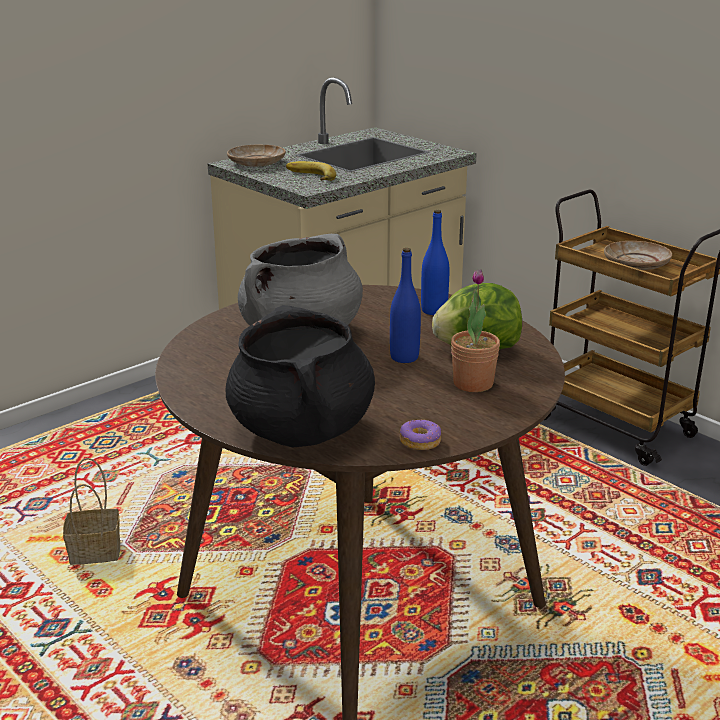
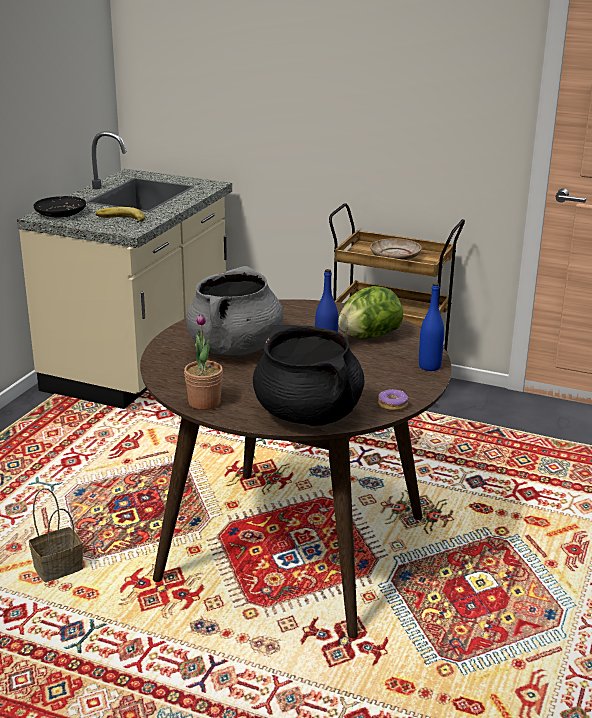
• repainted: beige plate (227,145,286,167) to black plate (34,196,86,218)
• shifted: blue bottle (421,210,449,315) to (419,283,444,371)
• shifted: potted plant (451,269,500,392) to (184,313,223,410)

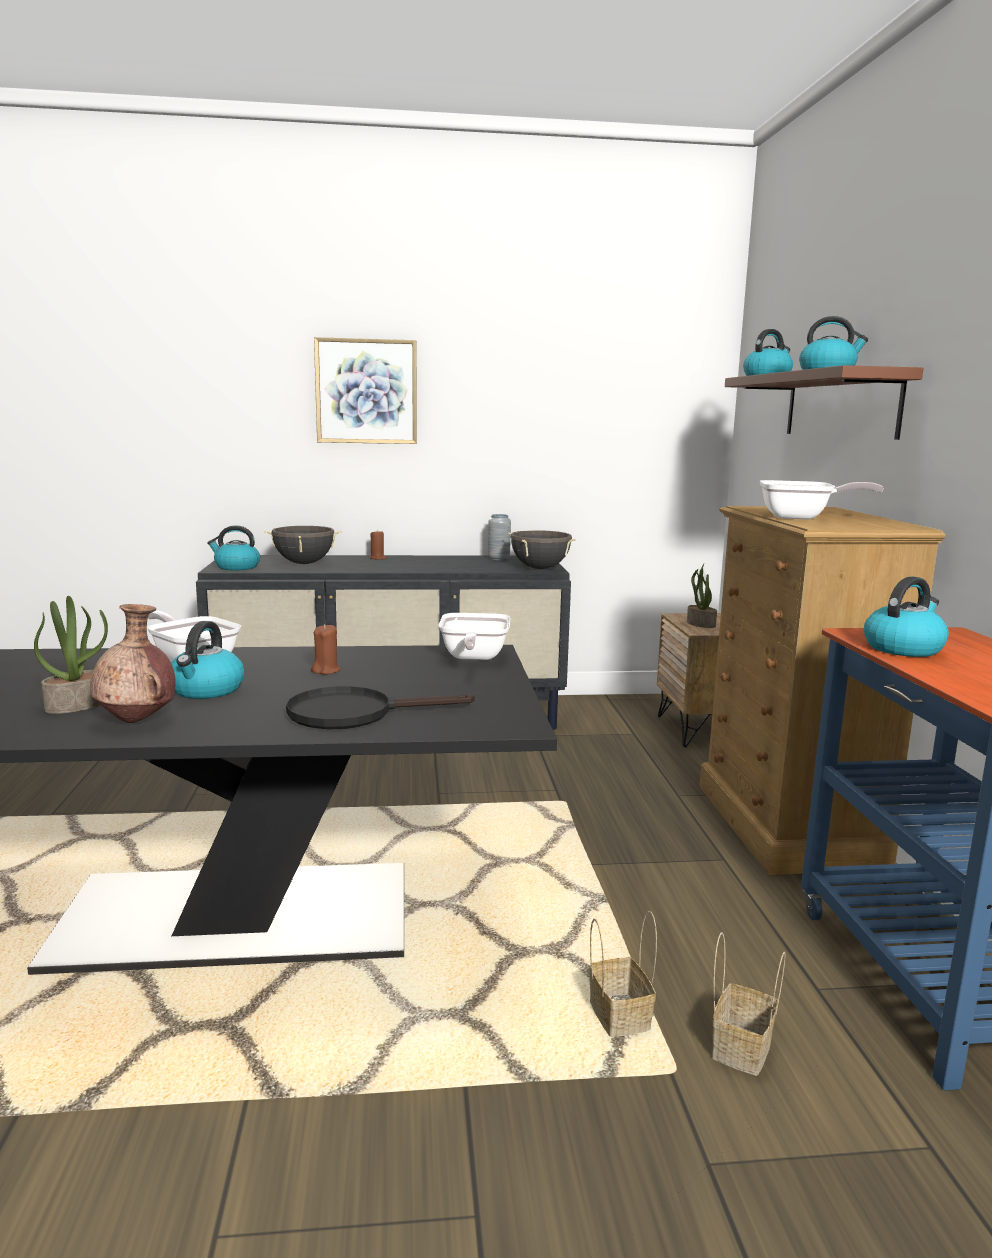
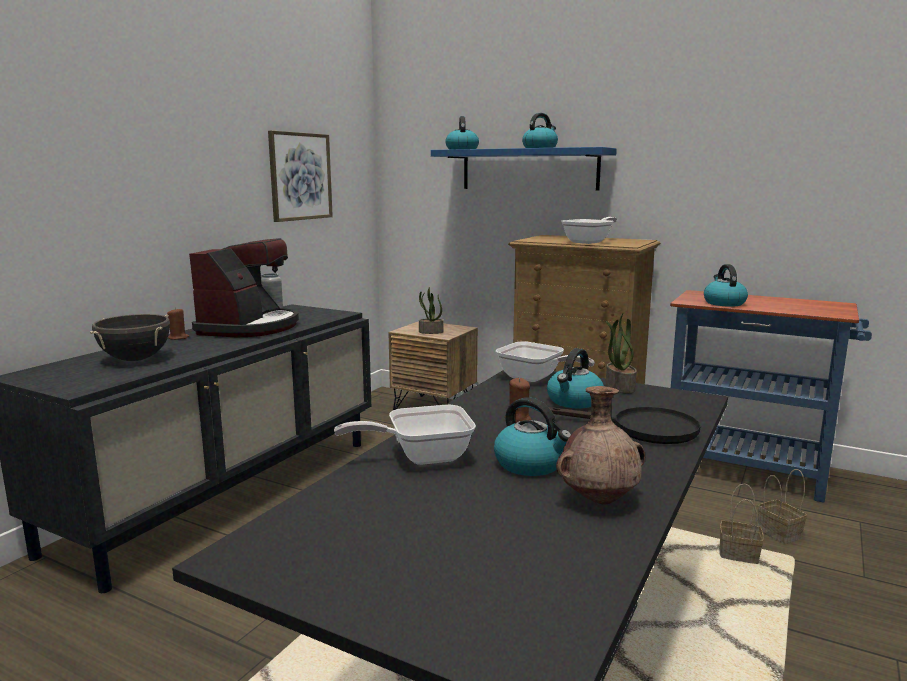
• shifted: picture (314,337,417,444) to (268,130,333,222)
• repainted: brown shelf (725,365,923,440) to blue shelf (431,147,617,191)
• shifted: kettle (207,525,260,571) to (547,348,604,408)
• gone: black cooking pot (508,530,576,569)
• shifted: potted plant (34,596,108,714) to (605,313,637,394)
• rotated: black frying pan (286,686,475,729) = (549,407,700,444) 90 degrees counterclockwise
• new: coffee machine (189,238,299,338)

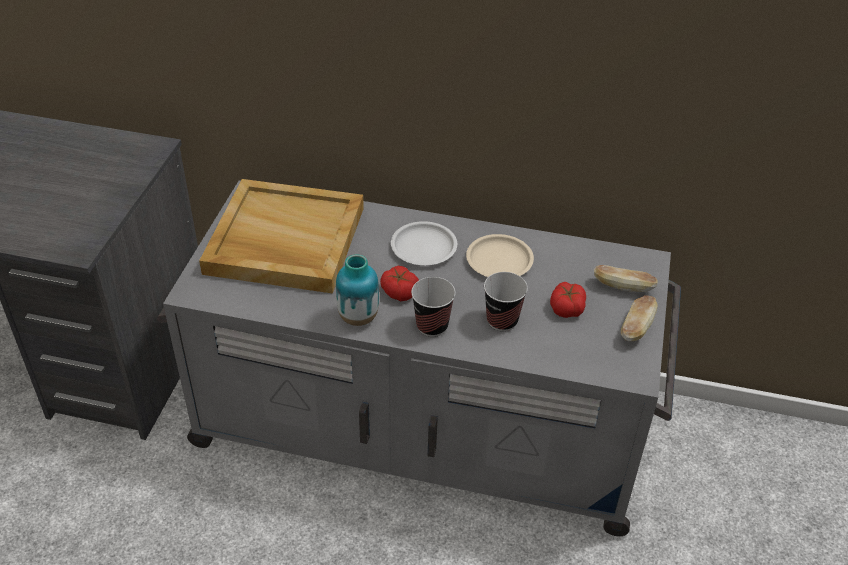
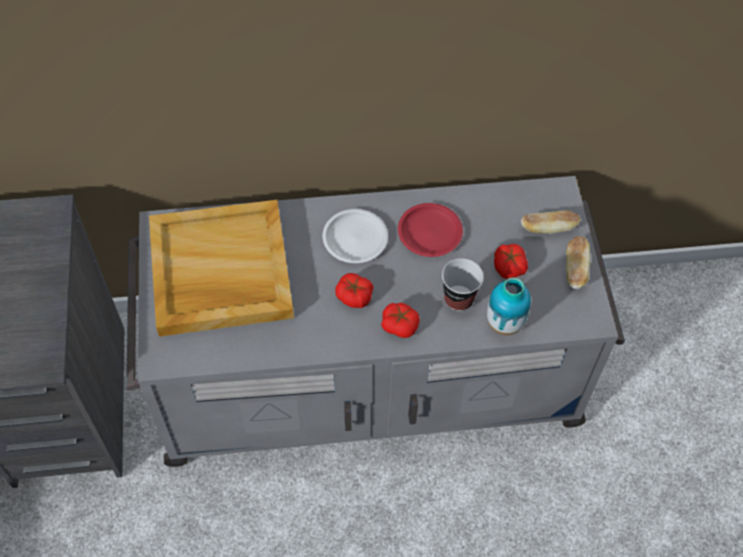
• repainted: beige plate (466,234,534,277) to red plate (398,203,463,257)
• shifted: vase (336,254,379,326) to (487,277,531,335)
• swapped: cup (411,277,456,337) to tomato (381,303,420,338)

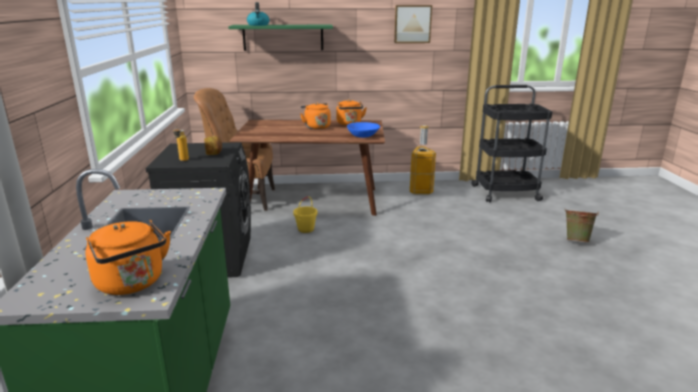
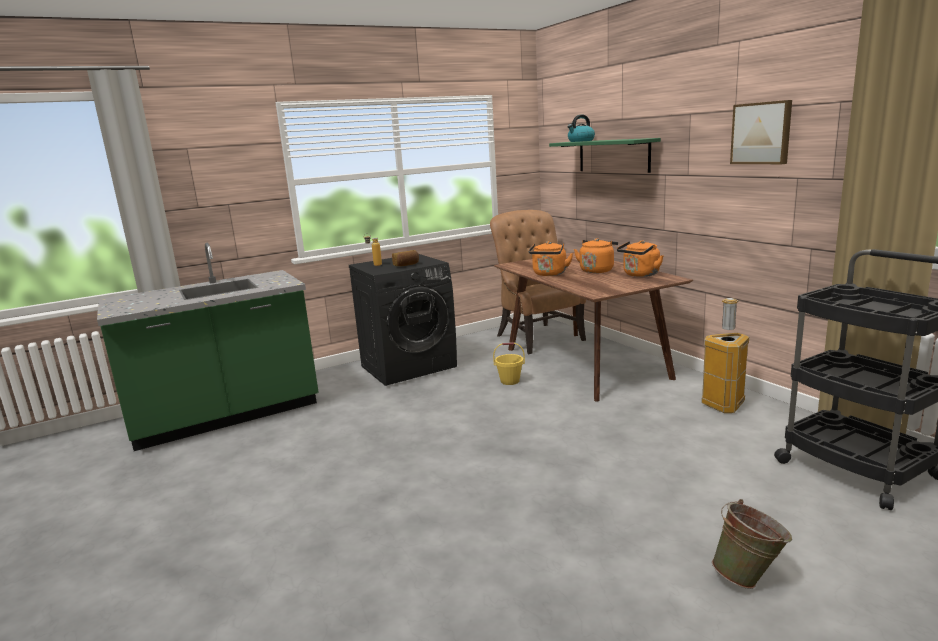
• gone: blue bowl (347,122,380,138)
• shifted: orange kettle (85,220,171,295) to (529,241,573,276)

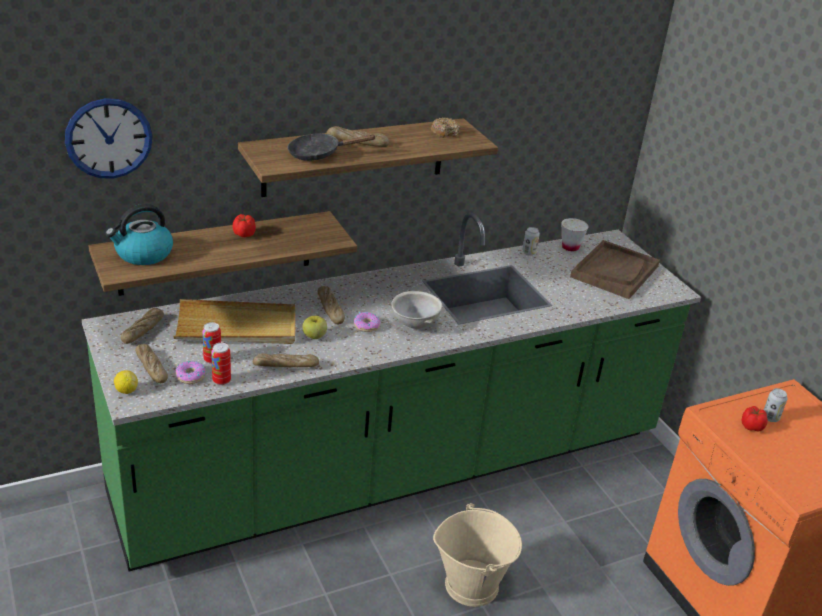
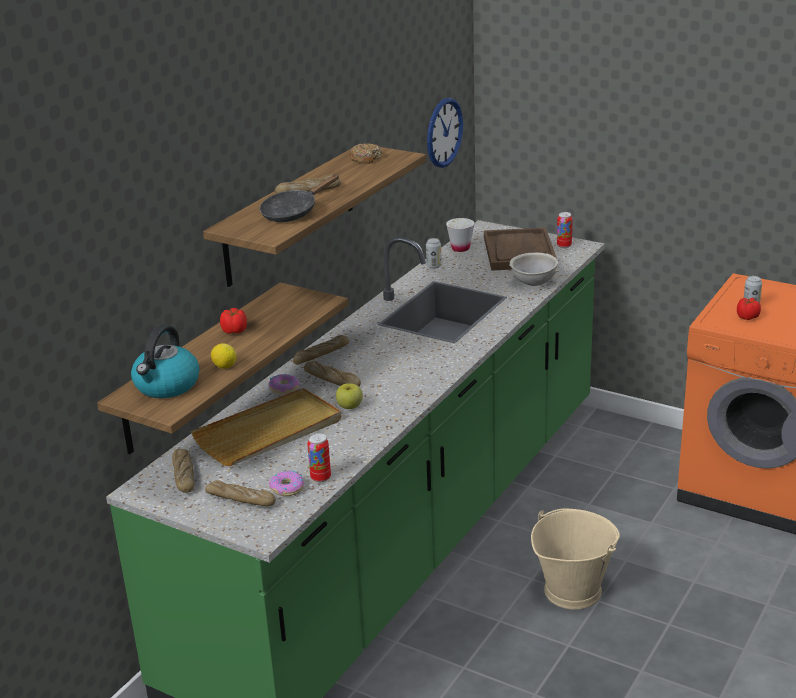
• shifted: wall clock (65,98,153,179) to (427,98,463,168)
• shifted: grey bowl (391,291,442,329) to (509,253,559,286)
• shifted: donut (354,312,381,332) to (269,374,300,394)
• shifted: can (202,322,221,364) to (557,212,573,248)
• shifted: bread (253,353,319,367) to (293,335,349,364)
• shifted: lemon (114,370,138,394) to (211,343,237,368)

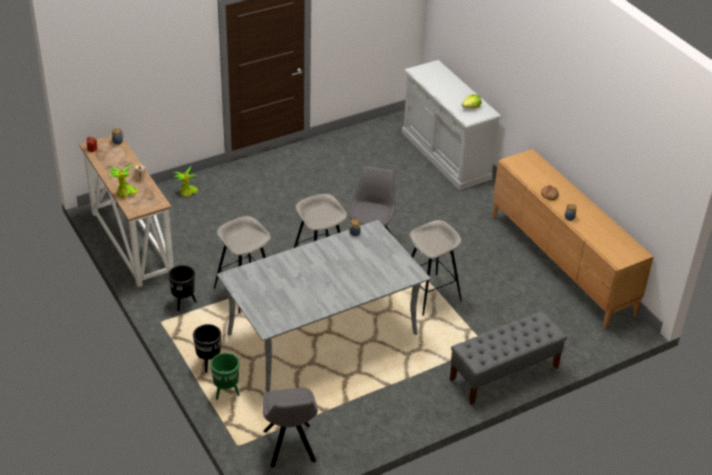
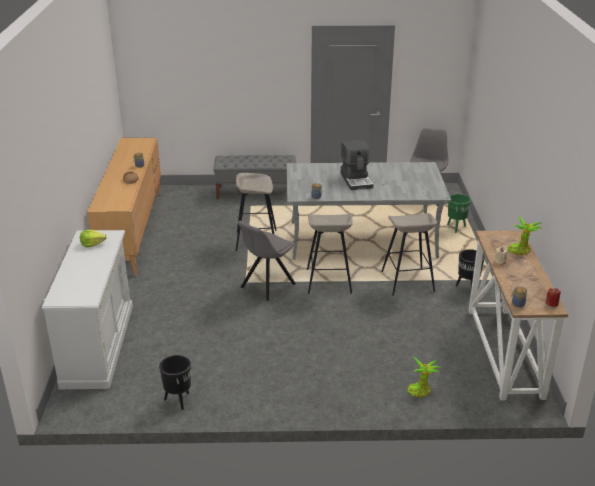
• shifted: black planter (193,324,221,373) to (159,355,191,410)
• new: coffee machine (341,140,373,190)

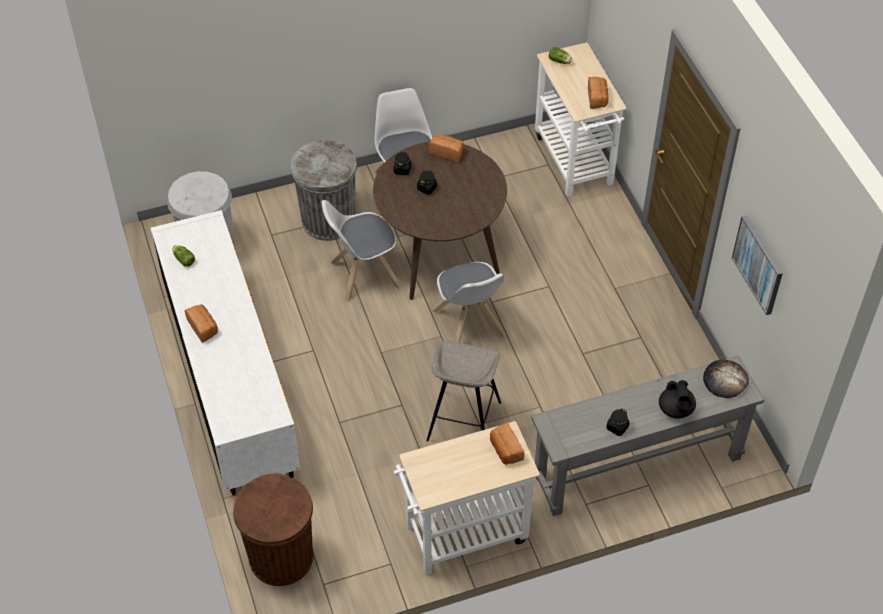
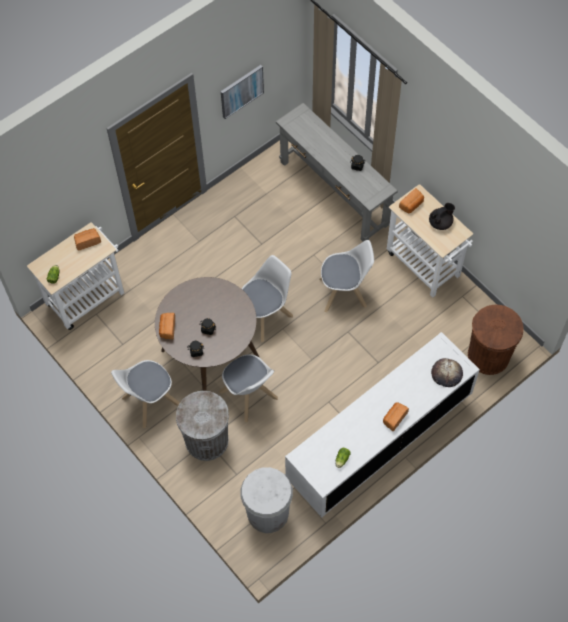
• swapped: grey stool (427,341,501,442) to chair (320,240,374,312)
• shifted: bread (703,360,749,398) to (431,358,463,387)
• shifted: black teapot (659,380,696,419) to (429,203,455,230)

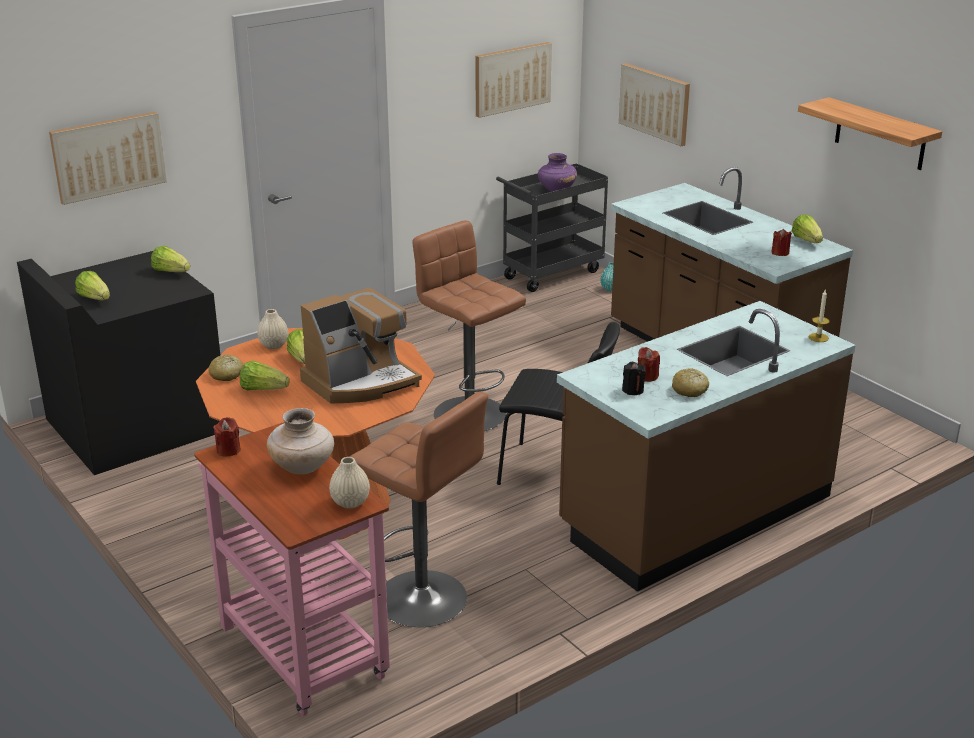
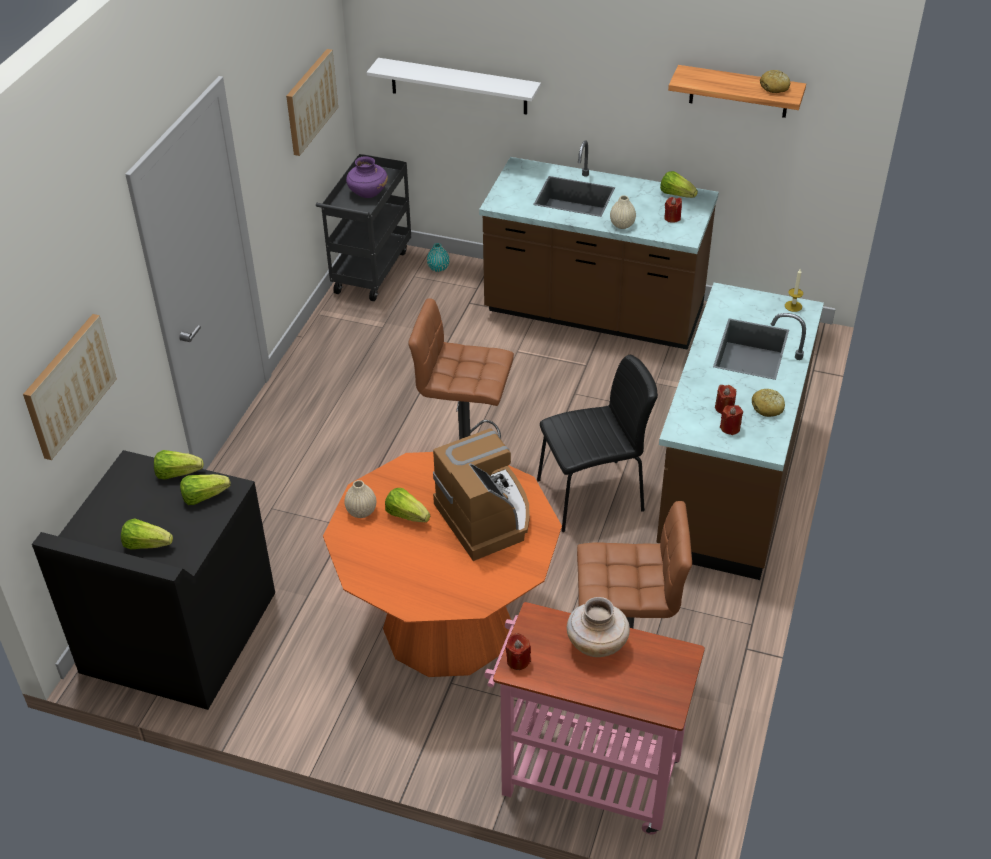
• swapped: picture (619,63,690,146) to white shelf (367,58,541,115)
• rotated: coffee machine (300,288,422,404) = (433,428,530,561) 45 degrees counterclockwise
• shifted: bread (209,354,243,381) to (760,70,790,93)
• shifted: lettuce (240,361,290,390) to (180,474,230,505)
• repainted: black candle (622,362,646,395) to red candle (720,405,743,435)
• shifted: beige vase (329,457,370,508) to (610,195,636,229)

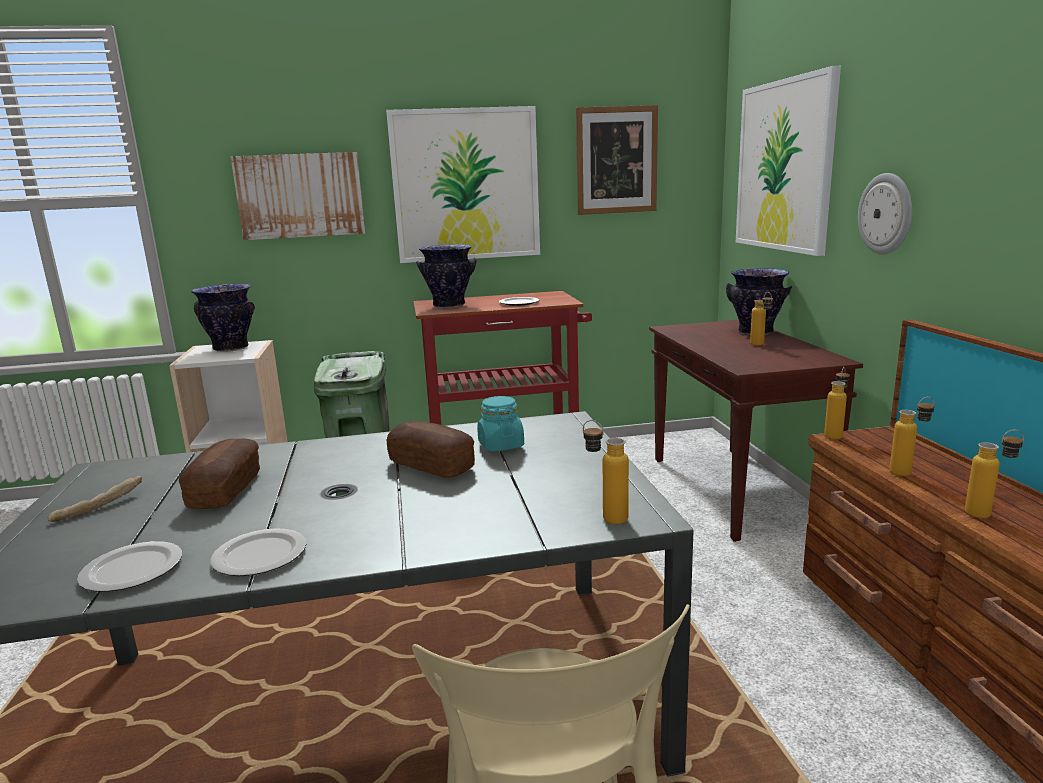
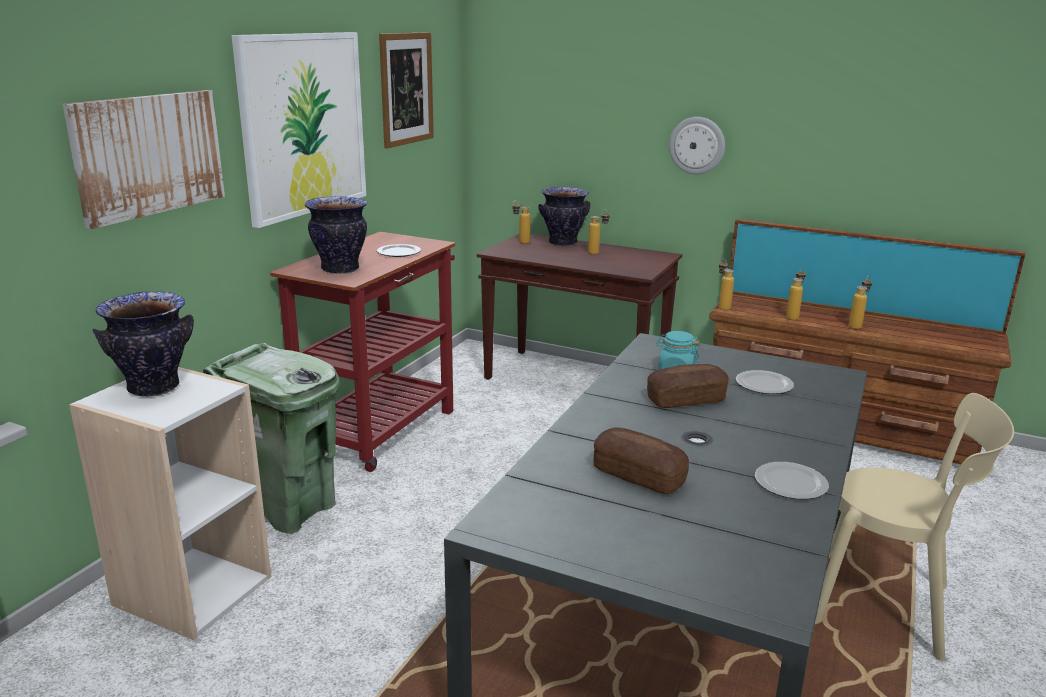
• gone: picture (736,66,841,256)
• shifted: bottle (583,420,629,524) to (512,200,530,244)
• gone: bread (48,476,142,522)
• shifted: plate (77,541,182,592) to (736,370,794,394)

